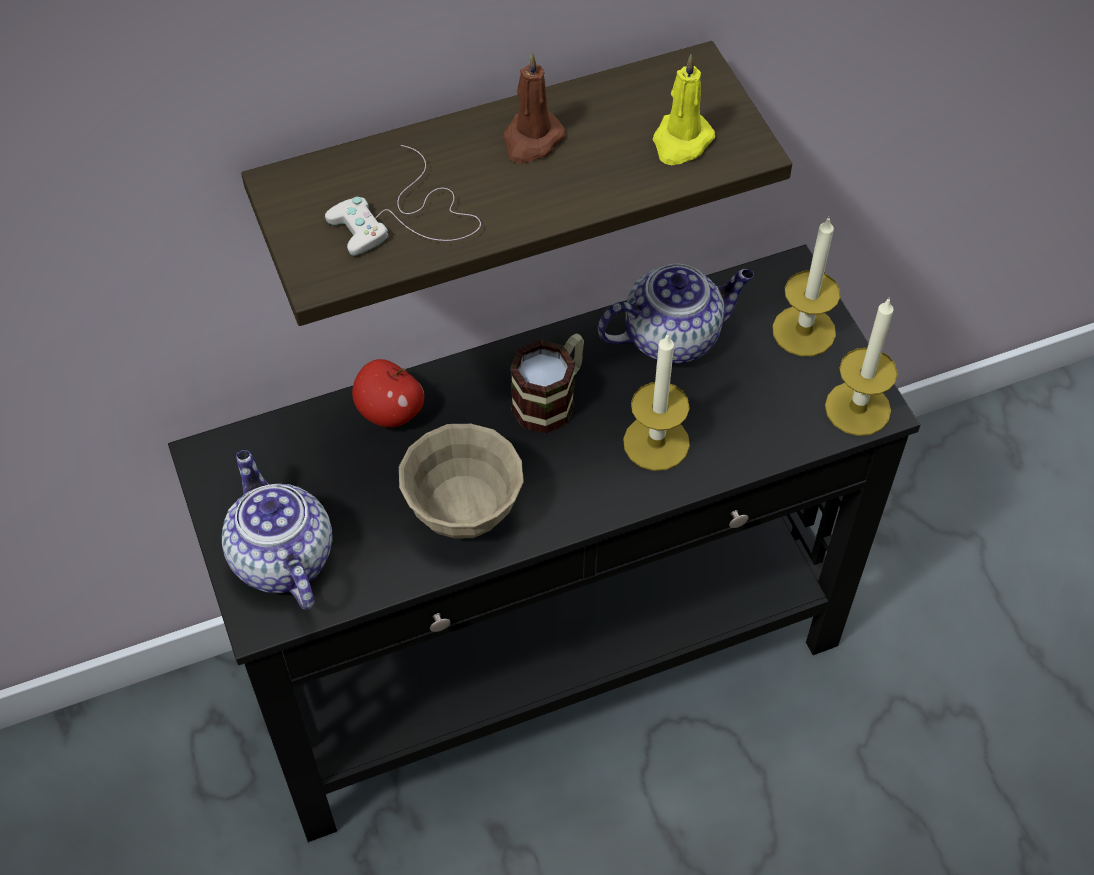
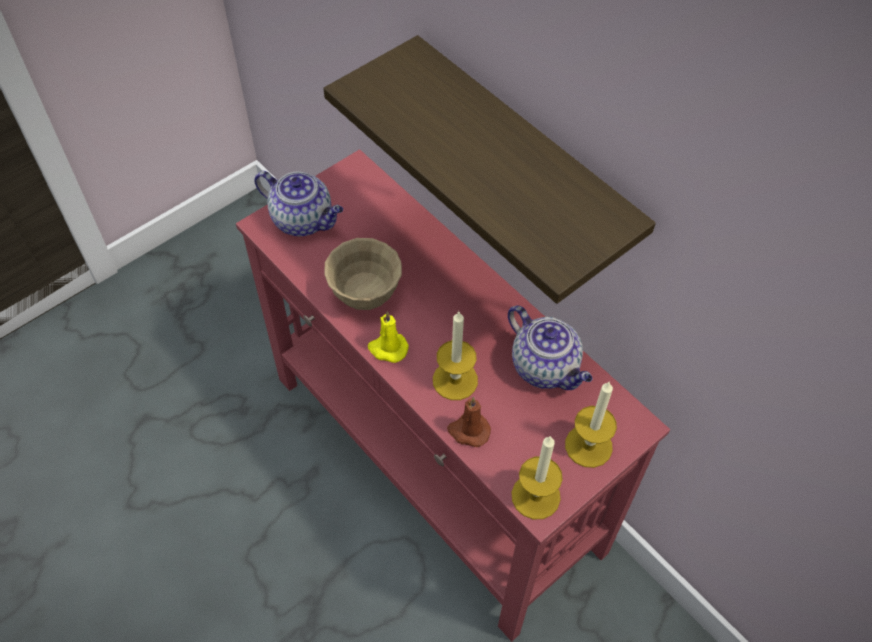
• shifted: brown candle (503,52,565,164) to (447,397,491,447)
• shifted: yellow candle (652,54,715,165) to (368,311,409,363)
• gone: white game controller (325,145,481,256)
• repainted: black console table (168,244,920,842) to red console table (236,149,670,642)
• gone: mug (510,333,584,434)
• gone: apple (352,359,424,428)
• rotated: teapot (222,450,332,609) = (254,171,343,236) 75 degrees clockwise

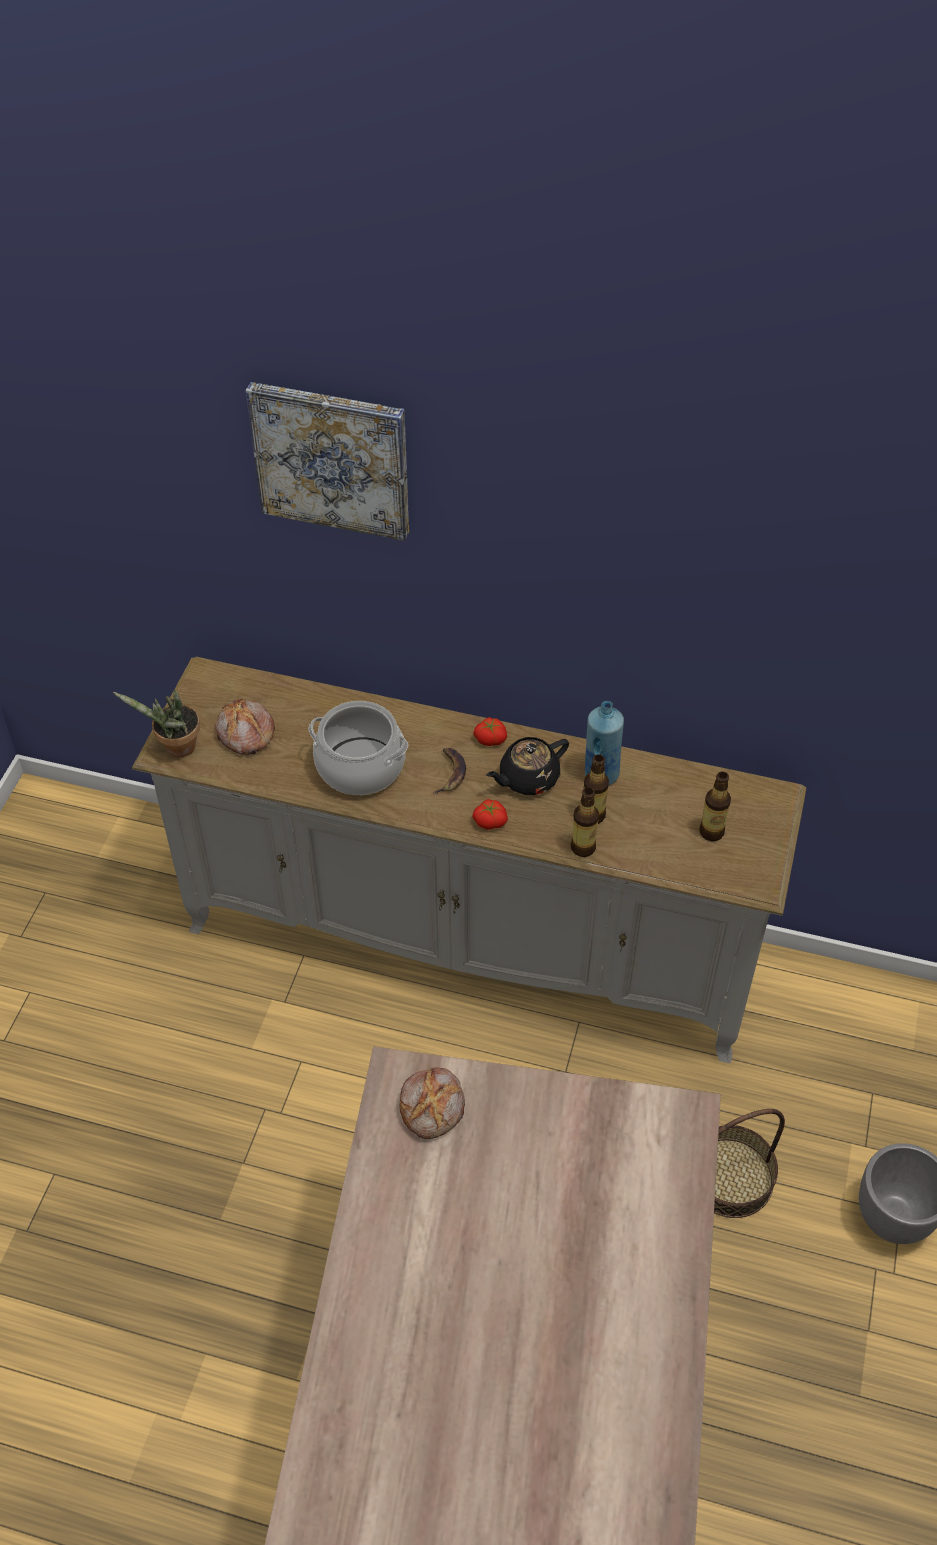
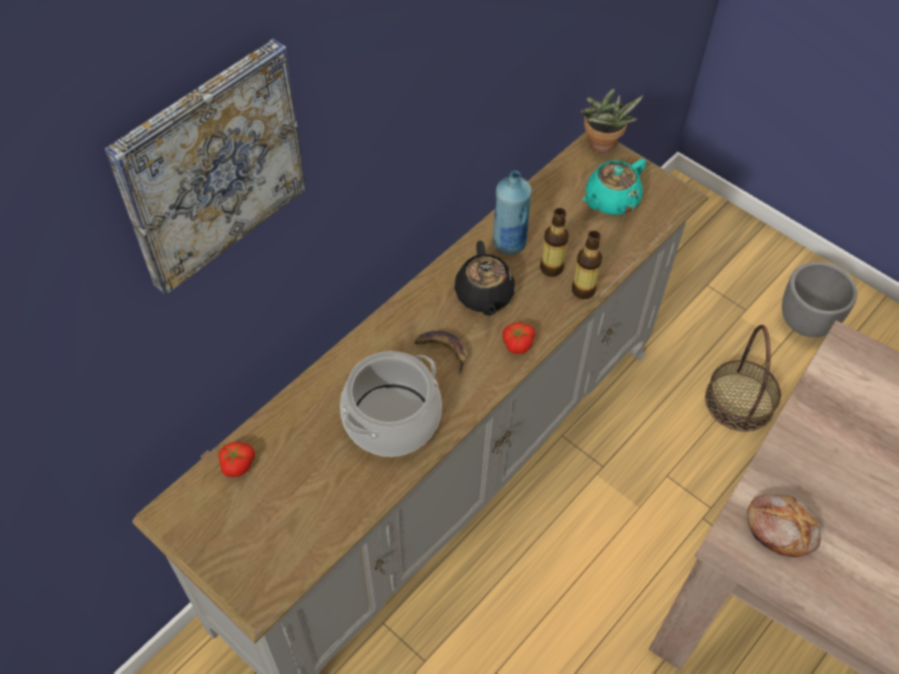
• shifted: potted plant (113,690,200,757) to (581,89,644,153)
• gone: bread (215,699,275,755)
• shifted: tomato (473,717,507,746) to (219,442,255,477)
• swapped: bottle (699,771,731,841) to turquoise teapot (583,159,646,215)

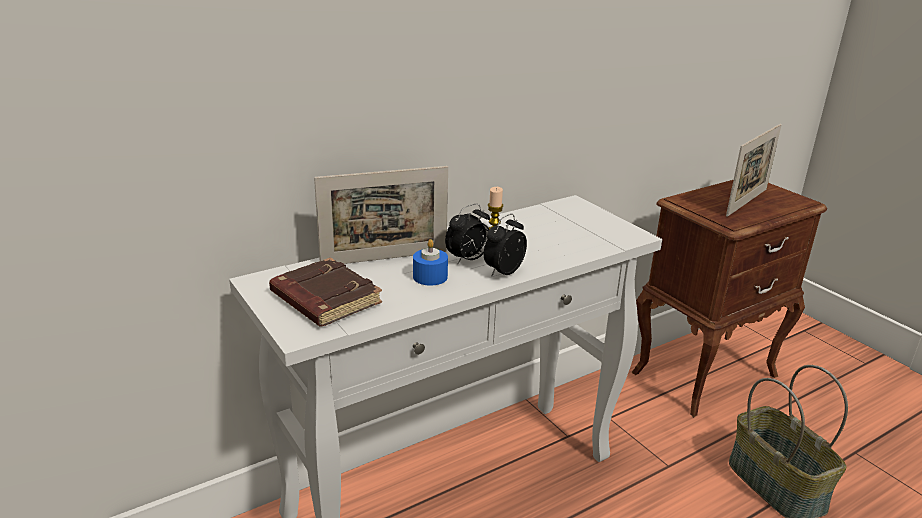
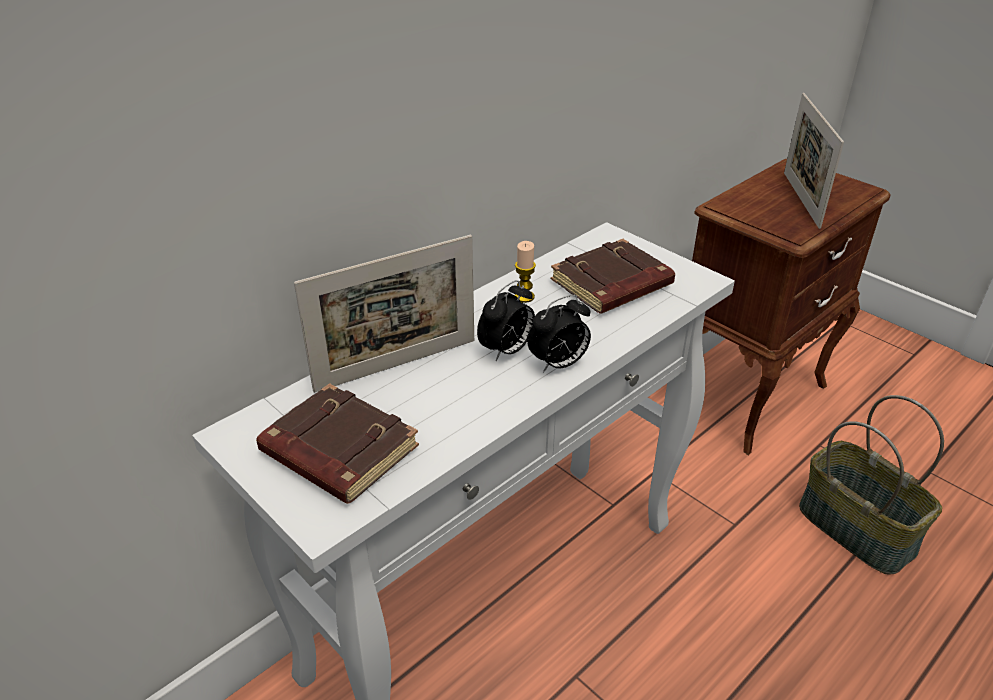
• rotated: picture frame (726,124,782,217) = (784,93,844,229) 150 degrees clockwise
• rotated: alarm clock (484,214,527,277) = (527,295,591,373) 150 degrees counterclockwise
• gone: blue candle (413,239,448,286)
• new: brown book (551,239,675,314)

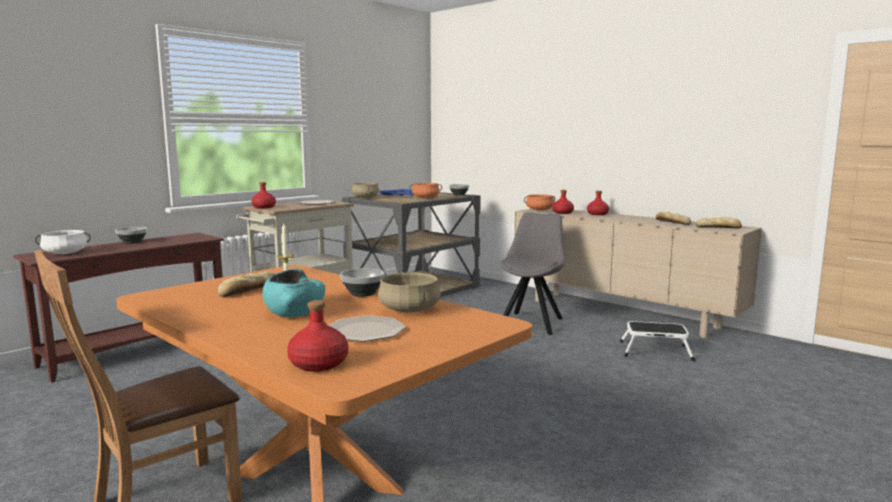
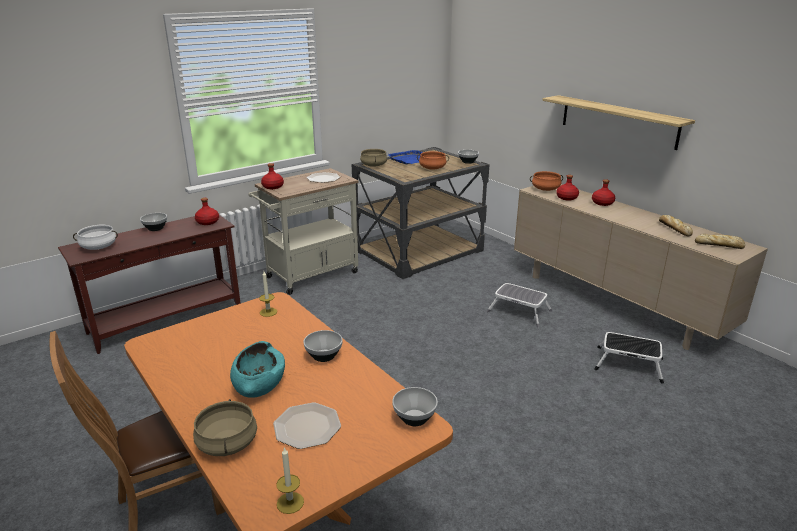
• swapped: grey chair (500,213,565,335) to grey step ladder (486,283,552,327)
• gone: bread (218,272,274,297)
• shifted: beige cooking pot (378,272,441,312) to (193,399,257,456)
• shifted: red bottle (287,300,348,371) to (195,198,219,225)
• new: shelf (542,95,695,150)
• new: bowl (392,387,438,426)
• new: candle (276,447,304,514)

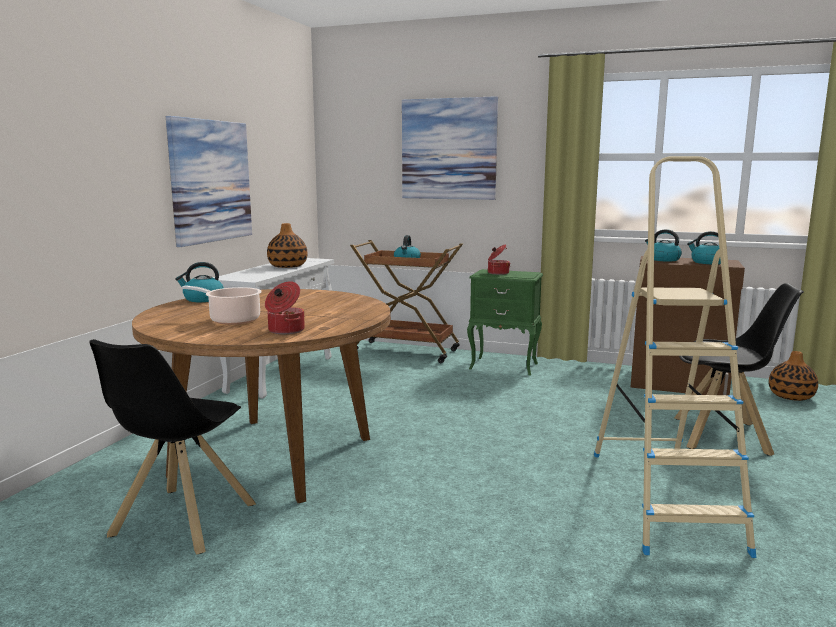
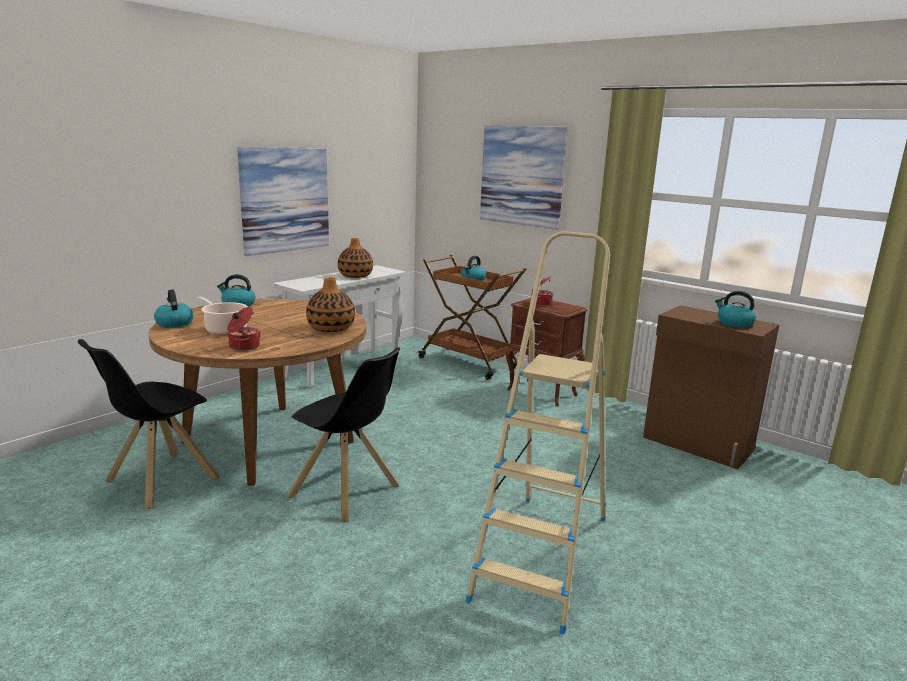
• shifted: kettle (645,229,682,262) to (154,290,193,328)
• repainted: green nightstand (467,269,543,376) to brown nightstand (506,298,588,407)
• shifted: black chair (674,283,804,456) to (288,348,400,522)
• shifted: vase (769,351,818,401) to (306,277,355,332)

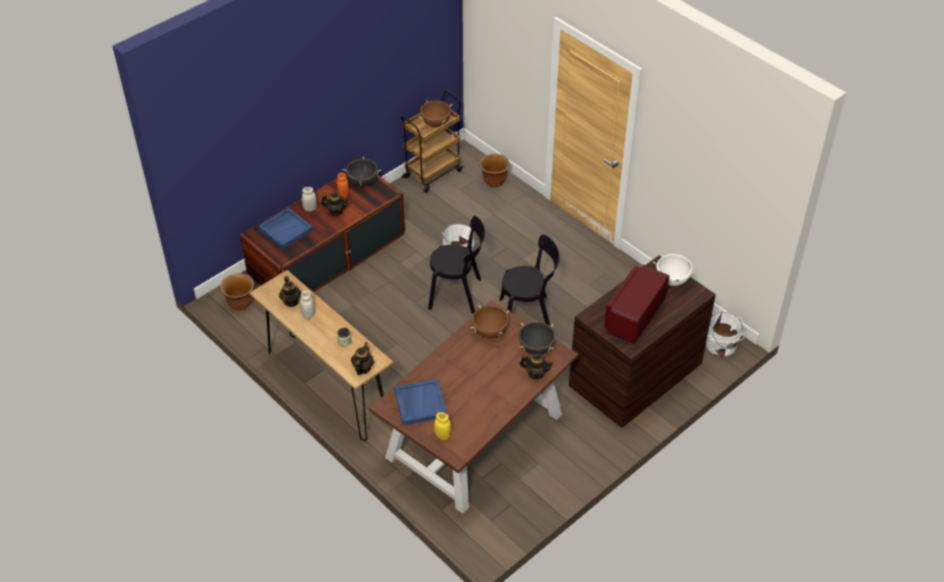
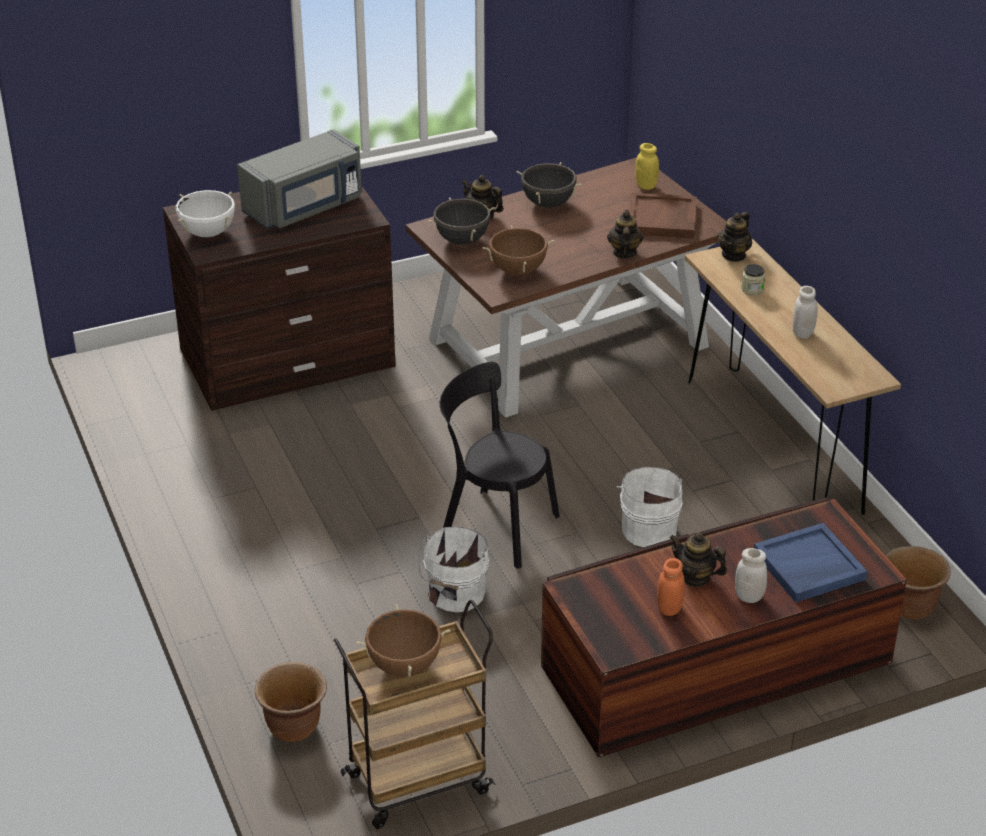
• shifted: black cooking pot (342,157,382,186) to (516,162,582,208)
• gone: black chair (500,234,559,326)
• repainted: red microwave (604,265,669,345) to grey microwave (237,129,362,229)
• shifted: teapot (279,276,301,307) to (607,210,644,258)
• shifted: white bucket (706,312,745,356) to (616,467,684,547)
• repainted: blue tray (394,379,447,425) to brown tray (629,193,697,238)

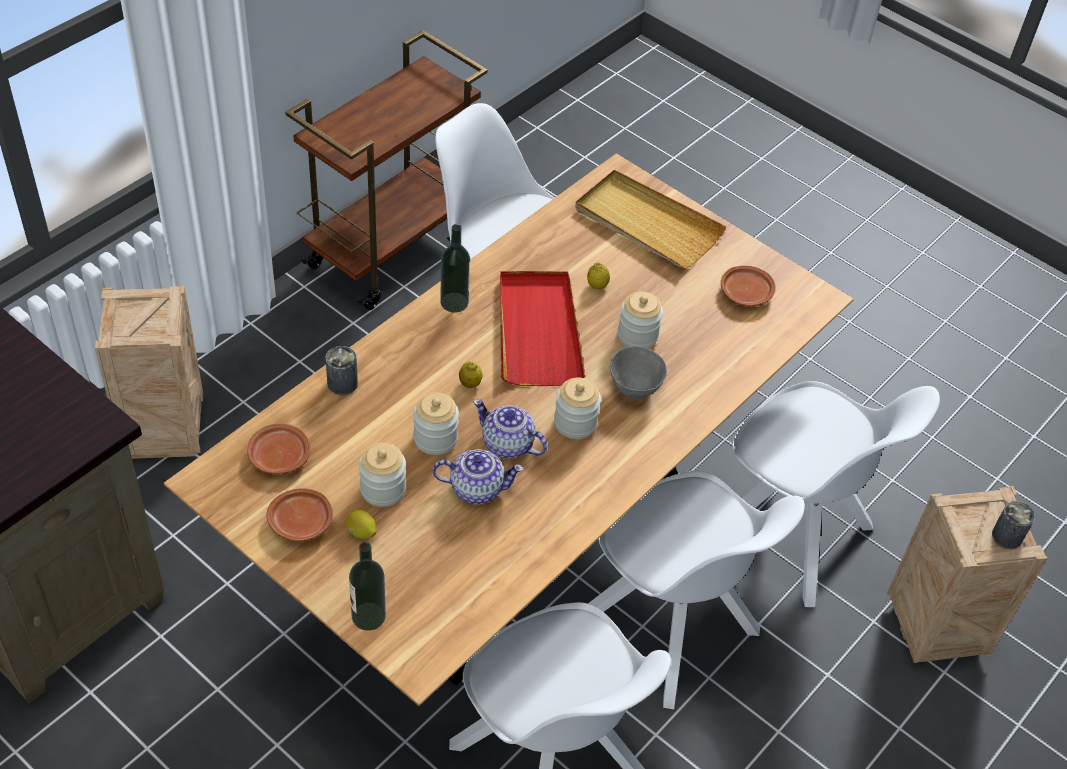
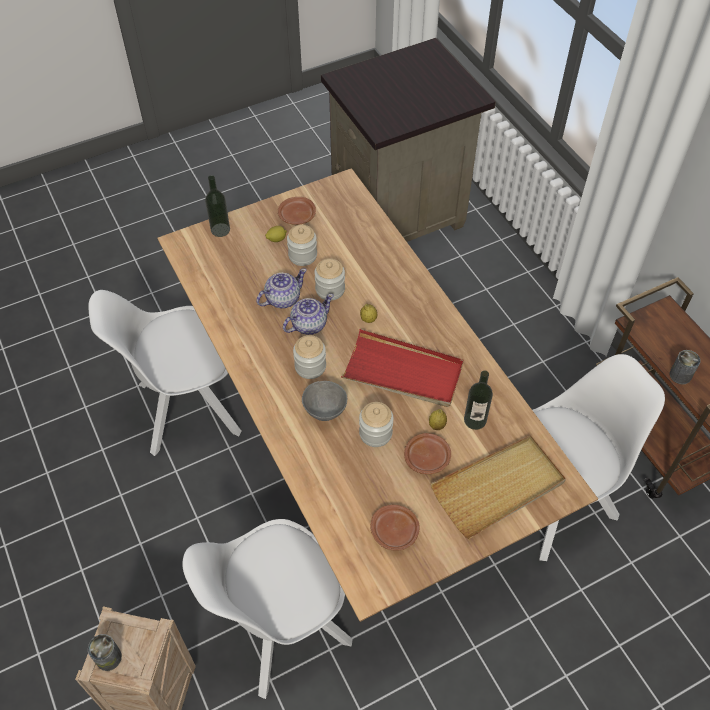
• shifted: bottle (440,224,470,313) to (464,370,493,430)
• gone: crate (95,286,203,459)
• shifted: can (325,346,358,396) to (669,350,701,385)
• shifted: brown plate (247,424,310,474) to (404,433,451,474)
• rotated: teapot (433,449,524,504) = (256,268,307,308) 150 degrees counterclockwise
• gone: white chair (588,471,805,709)

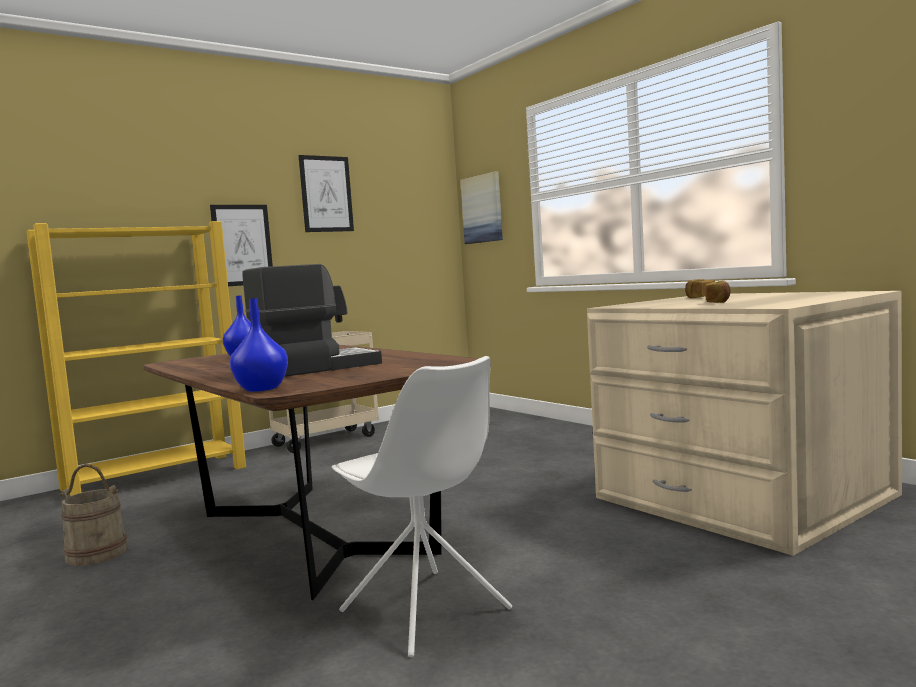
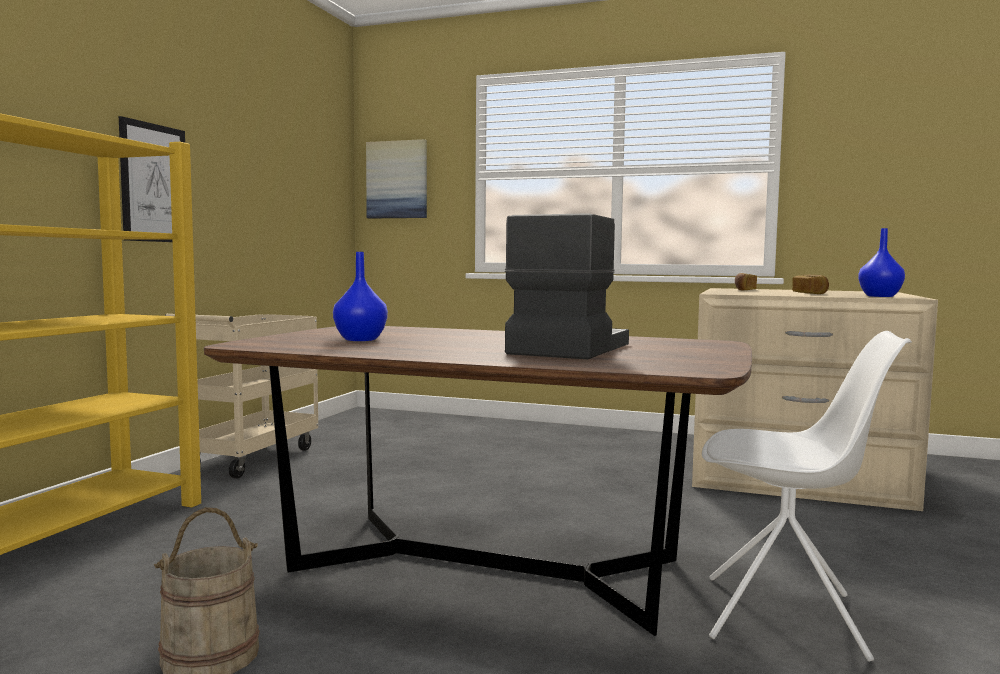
• gone: picture (299,155,354,232)
• shifted: blue vase (230,298,288,392) to (858,228,905,297)

